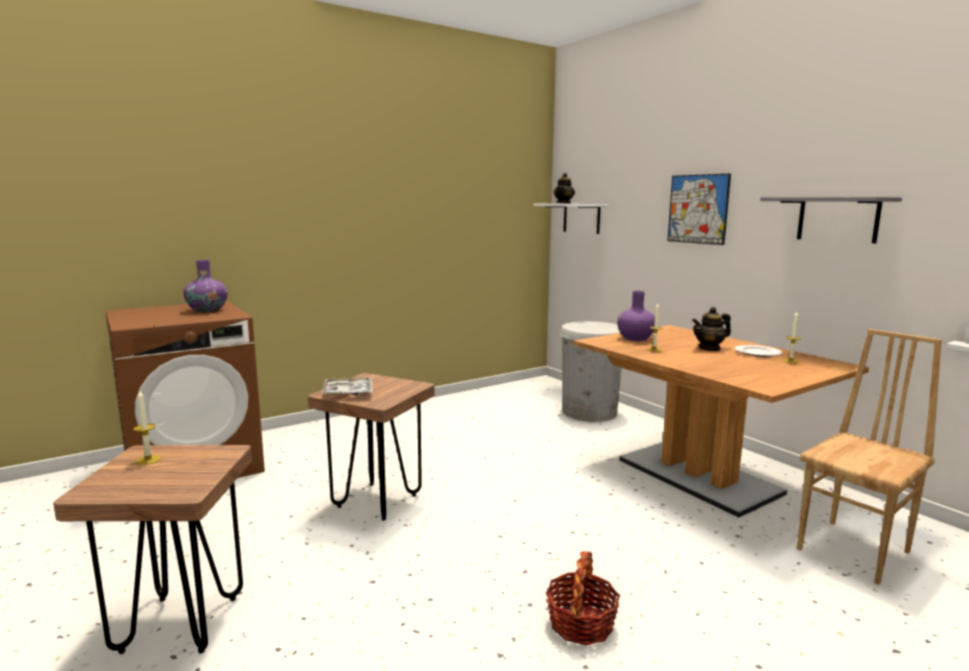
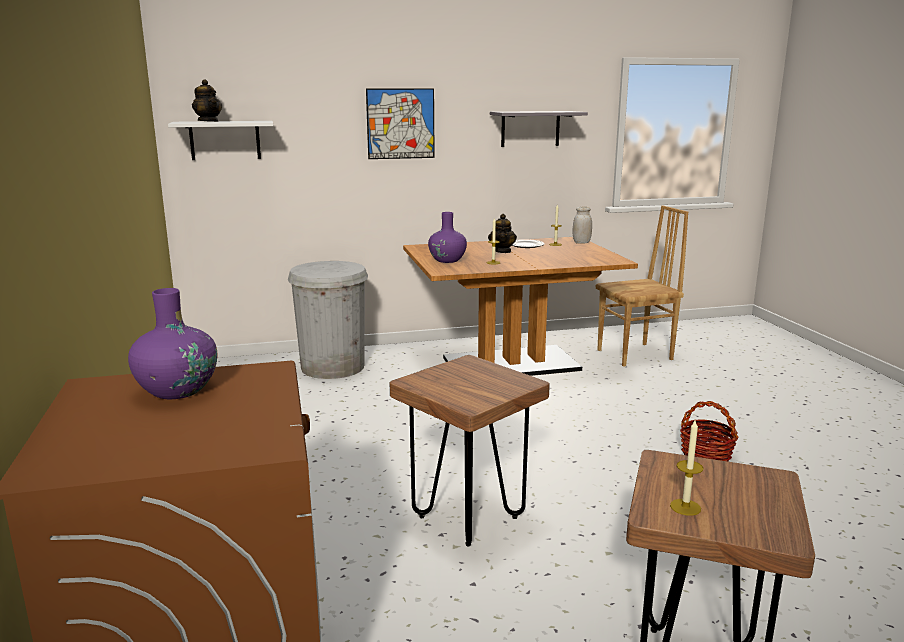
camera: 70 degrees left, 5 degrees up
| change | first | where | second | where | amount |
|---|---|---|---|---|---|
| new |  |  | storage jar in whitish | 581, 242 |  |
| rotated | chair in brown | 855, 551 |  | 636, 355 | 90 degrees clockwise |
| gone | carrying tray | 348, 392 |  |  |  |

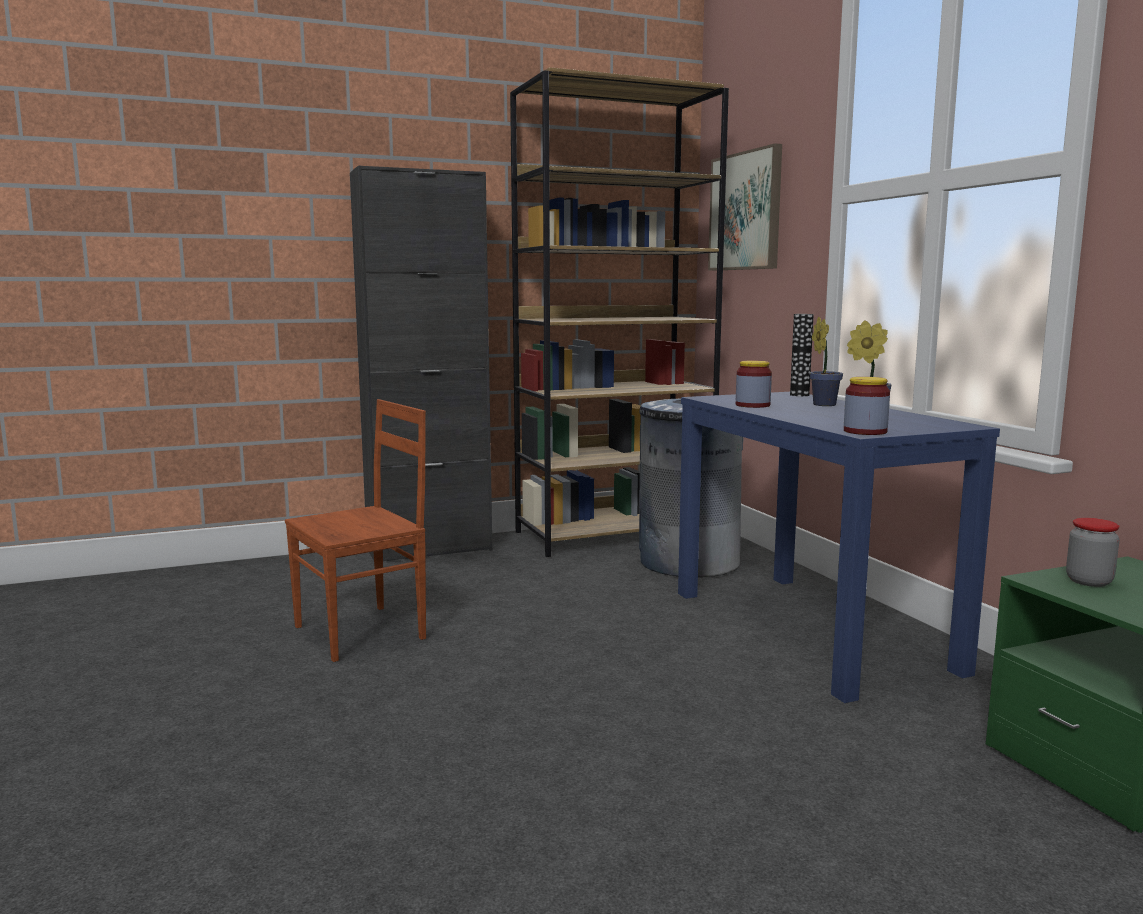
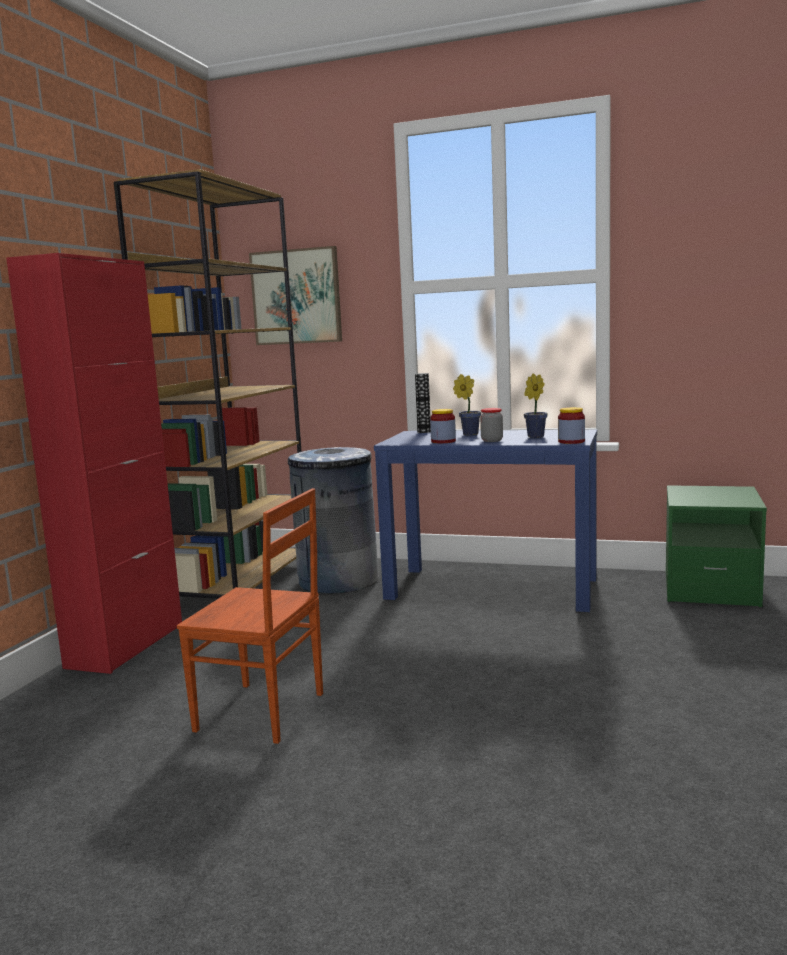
camera: 50 degrees left, 0 degrees up
| change | first | where | second | where | amount |
|---|---|---|---|---|---|
| repainted | cabinet in black-coloured | 429, 549 | cabinet in red | 126, 646 |  |
| rotated | chair in brown | 362, 632 |  | 261, 713 | 105 degrees clockwise |
| shifted | storage jar | 1089, 581 |  | 492, 440 |  |

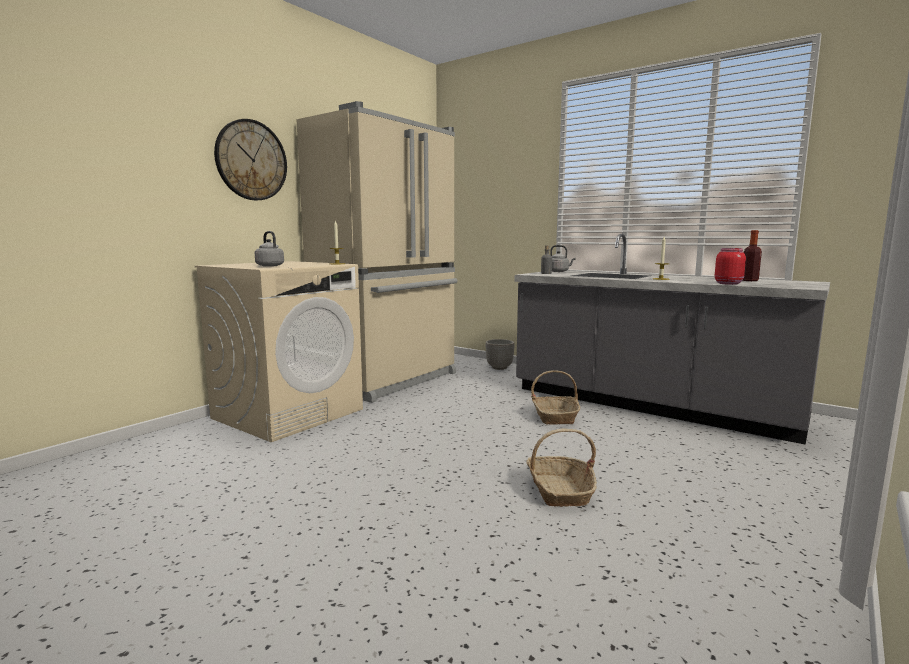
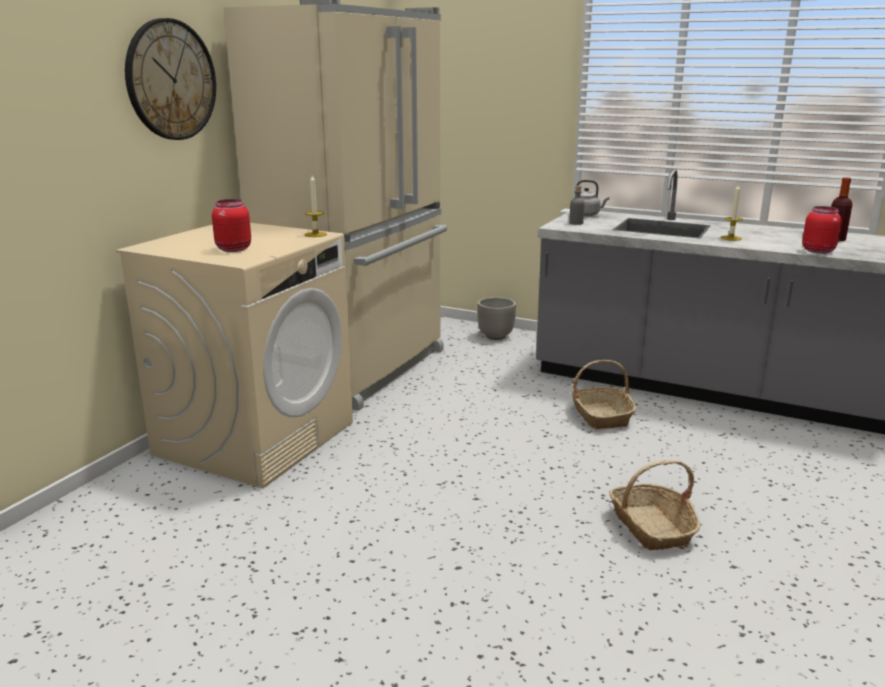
camera: 10 degrees left, 10 degrees up
| change | first | where | second | where | amount |
|---|---|---|---|---|---|
| swapped | tea kettle in gray | 269, 266 | storage jar in red | 232, 249 |  |

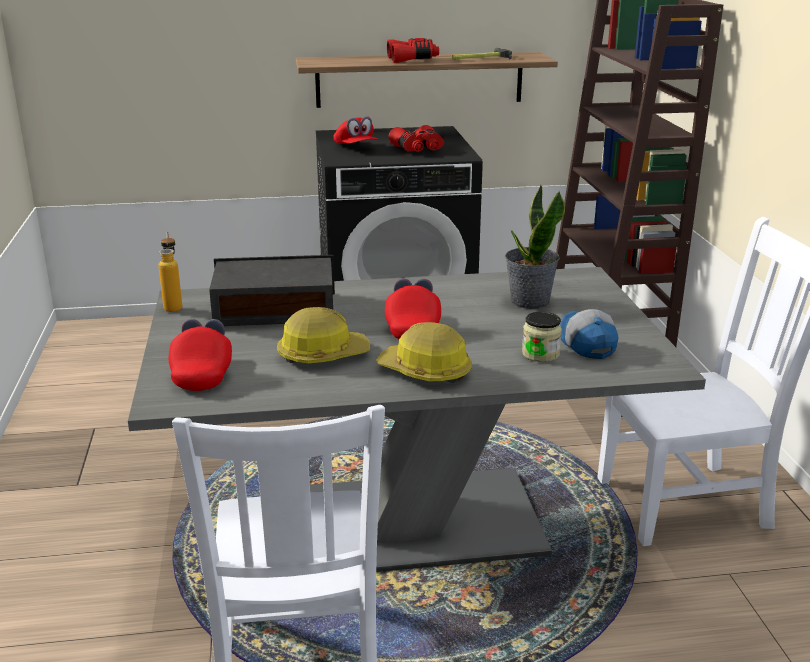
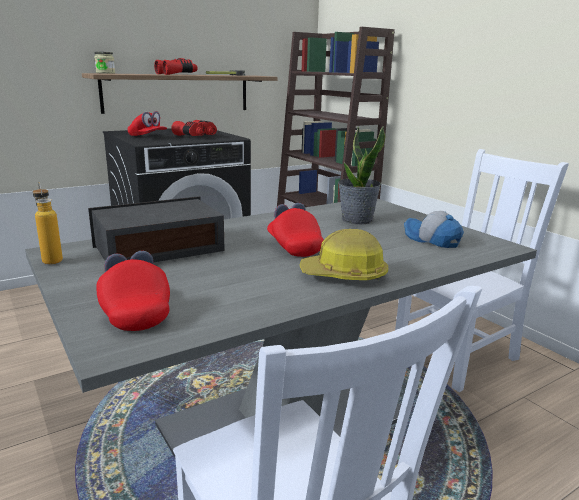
camera: 25 degrees left, 5 degrees down
| change | first | where | second | where | amount |
|---|---|---|---|---|---|
| shifted | storage jar | 540, 354 |  | 105, 73 |  |
| gone | safety helmet | 322, 354 |  |  |  |

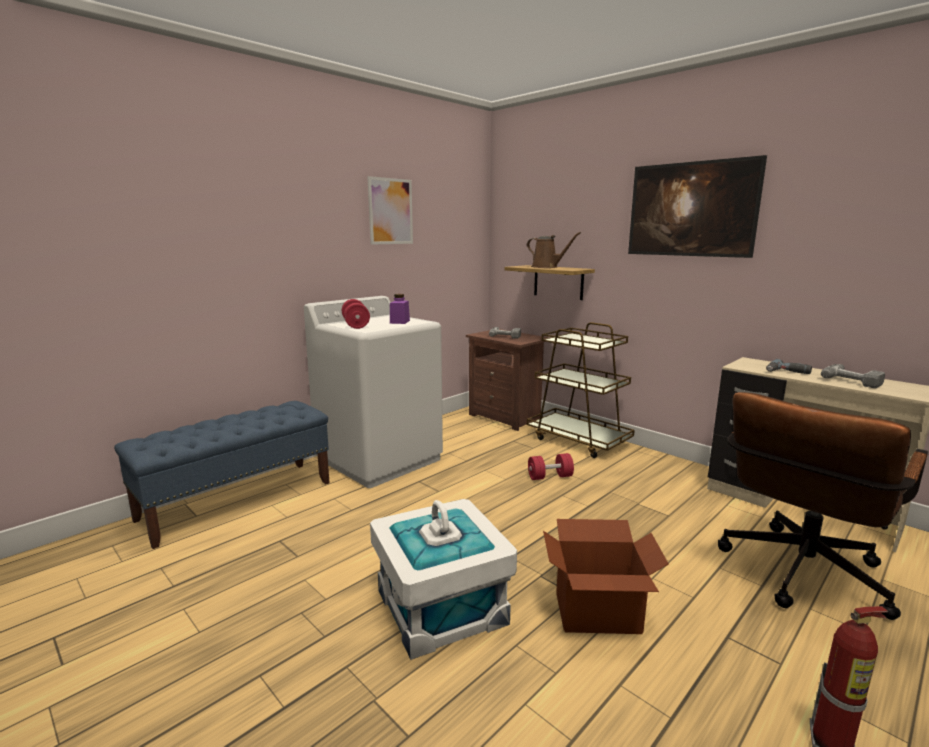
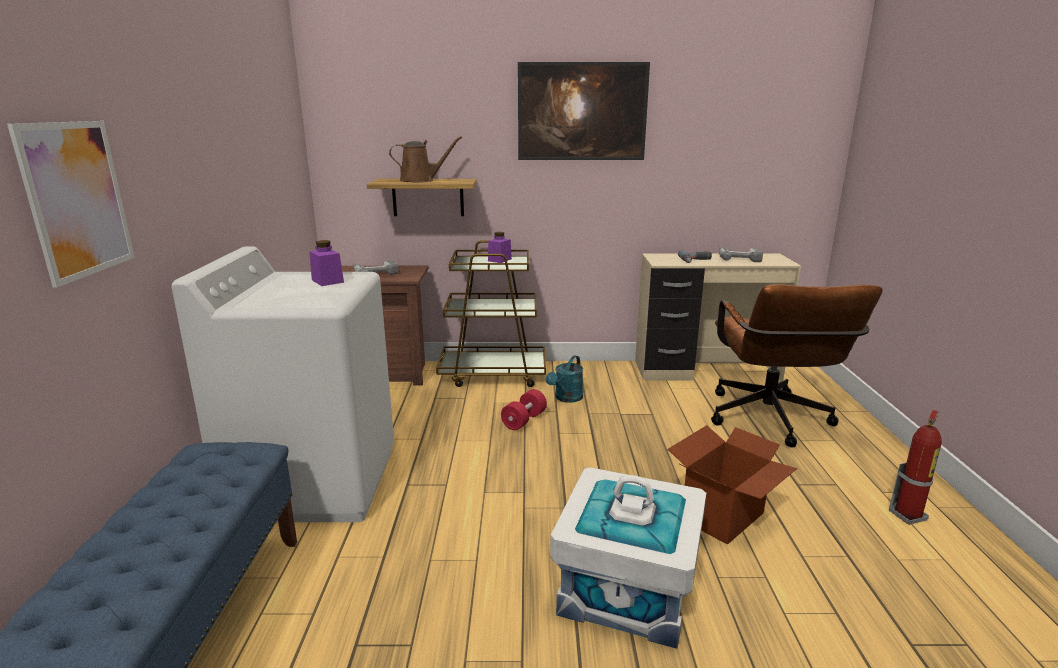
camera: 45 degrees left, 5 degrees up
| change | first | where | second | where | amount |
|---|---|---|---|---|---|
| shifted | wall picture | 390, 211 |  | 77, 199 |  |
| new |  |  | storage jar in purple-coloured | 499, 260 |  |
| new |  |  | watering pot in turquoise | 566, 398 |  |
| gone | dumbbell in red | 355, 325 |  |  |  |

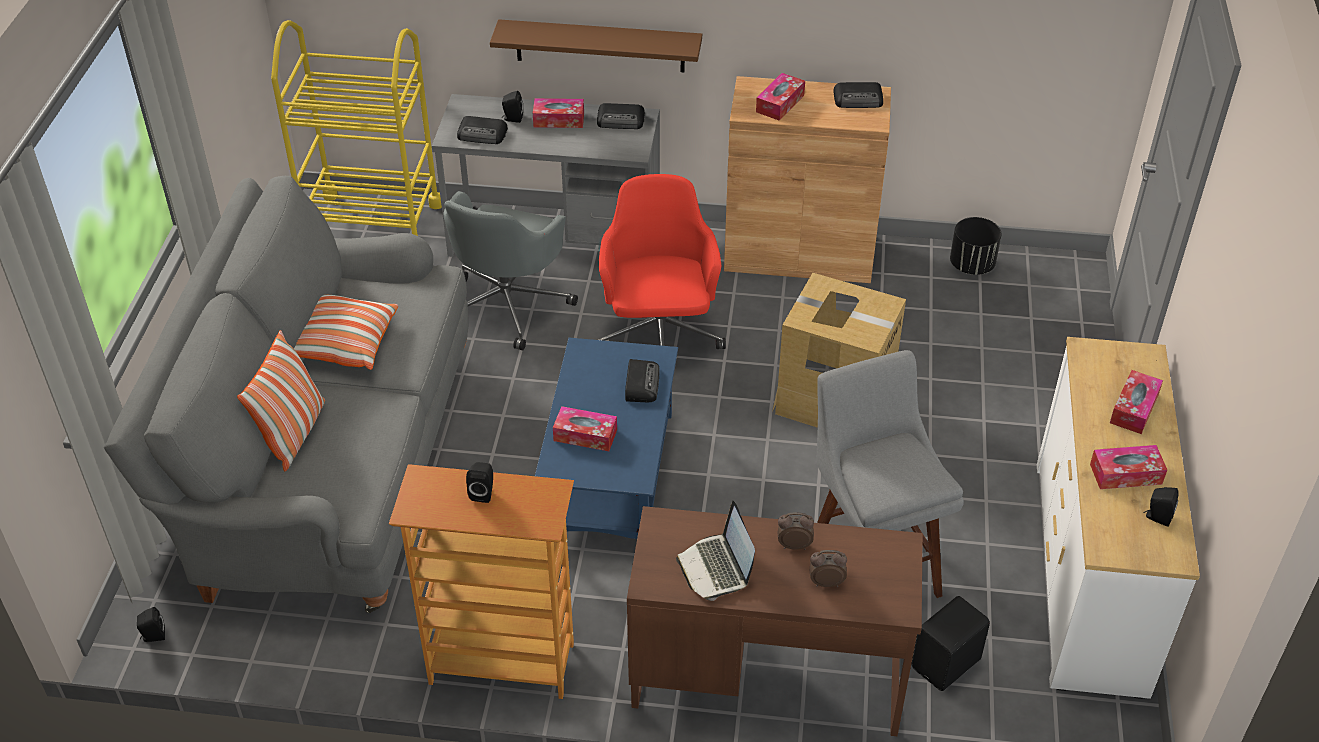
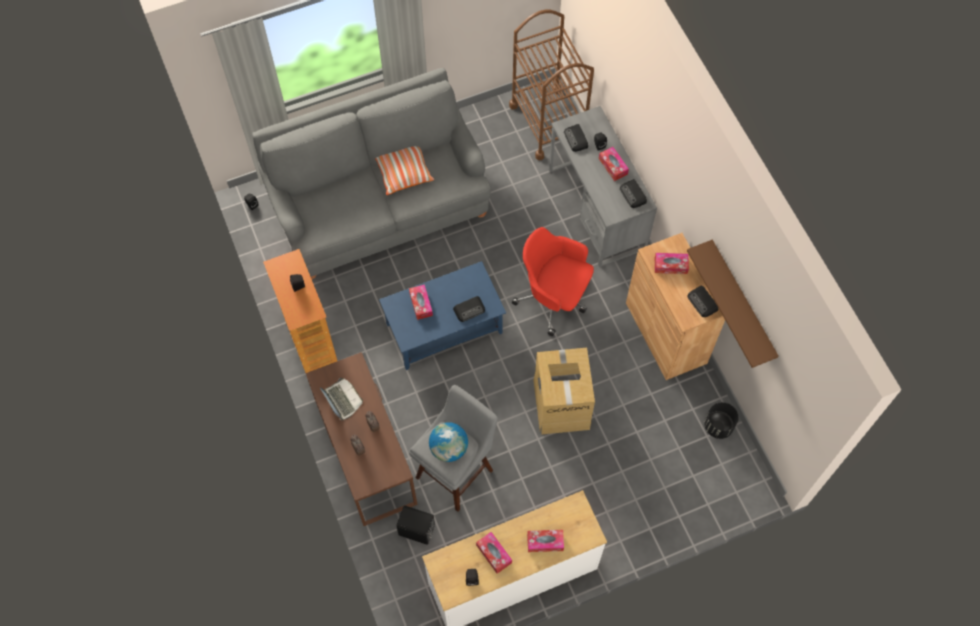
camera: 60 degrees right, 20 degrees up
| change | first | where | second | where | amount |
|---|---|---|---|---|---|
| rotated | portable computer | 716, 568 |  | 342, 400 | 105 degrees clockwise |
| new |  |  | desk globe | 449, 448 |  |
| repainted | cart in yellow | 373, 225 | cart in brown | 548, 123 |  |
| rotated | office chair in red | 659, 337 |  | 554, 298 | 120 degrees counterclockwise |
| shifted | shelf in brown | 600, 46 |  | 742, 303 |  |
| gone | cushion | 293, 433 |  |  |  |
| gone | office chair in gray | 508, 304 |  |  |  |

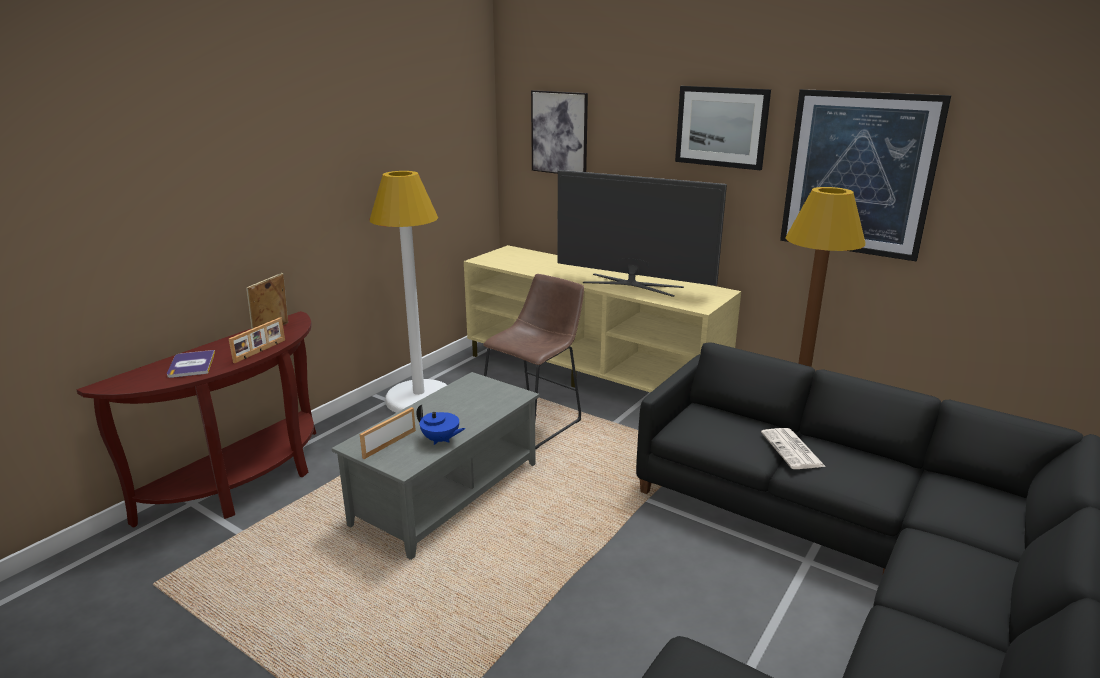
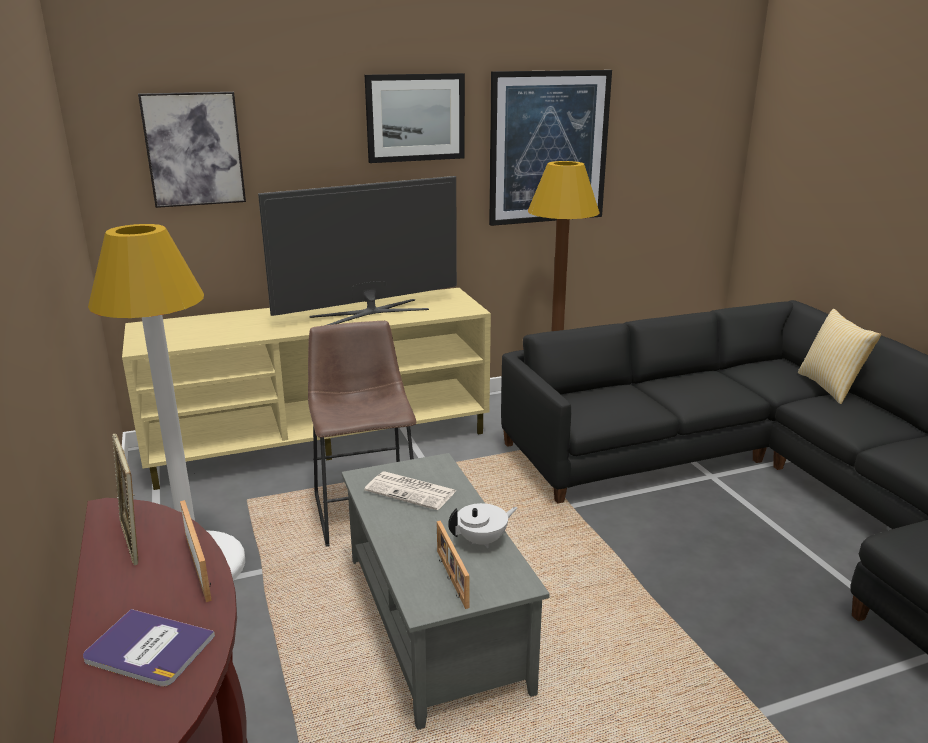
camera: 55 degrees left, 0 degrees up
| change | first | where | second | where | amount |
|---|---|---|---|---|---|
| shifted | newspaper | 793, 450 |  | 412, 491 |  |
| repainted | teapot in bluish | 441, 440 | teapot in whitish | 482, 540 |  |
| new |  |  | cushion | 830, 387 |  |

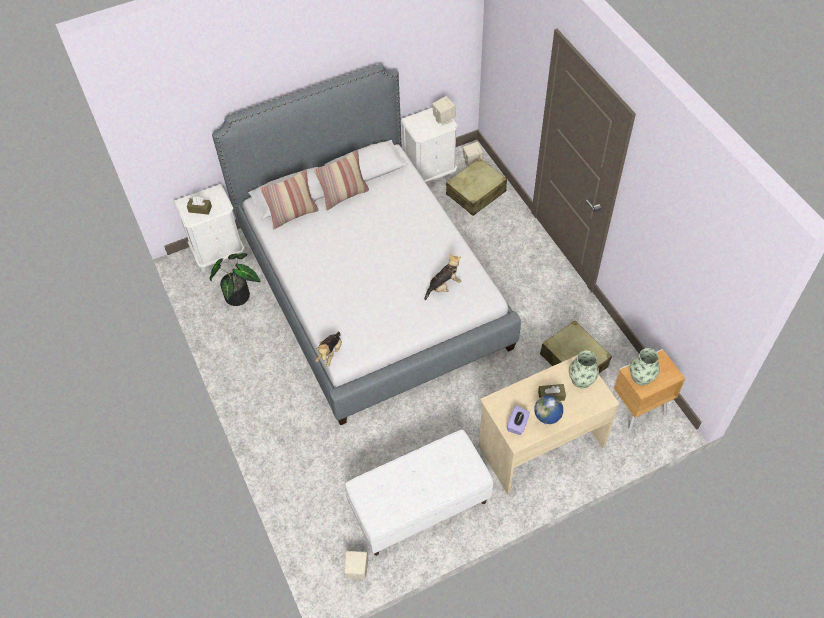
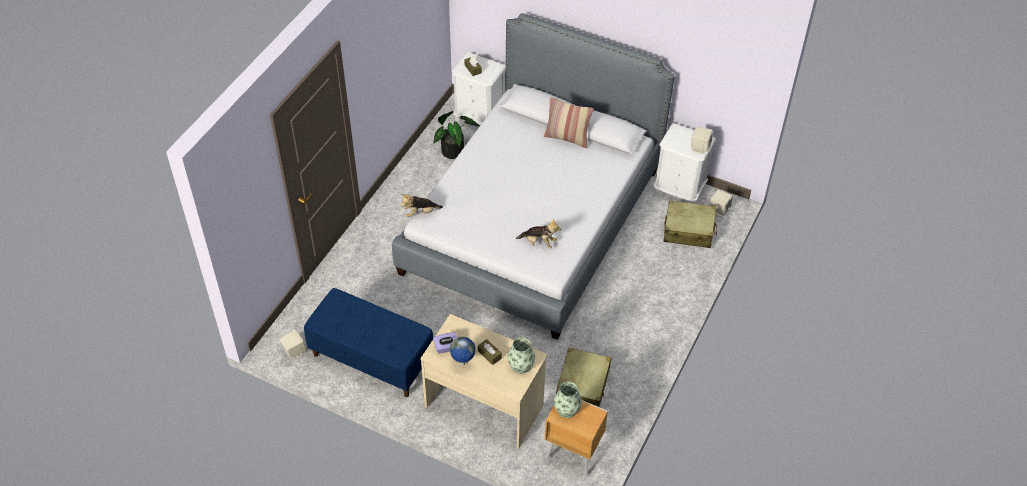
camera: 50 degrees right, 5 degrees down
| change | first | where | second | where | amount |
|---|---|---|---|---|---|
| repainted | long seat in whitish | 419, 507 | long seat in bluish | 371, 359 |  |
| gone | cushion | 293, 215 |  |  |  |

